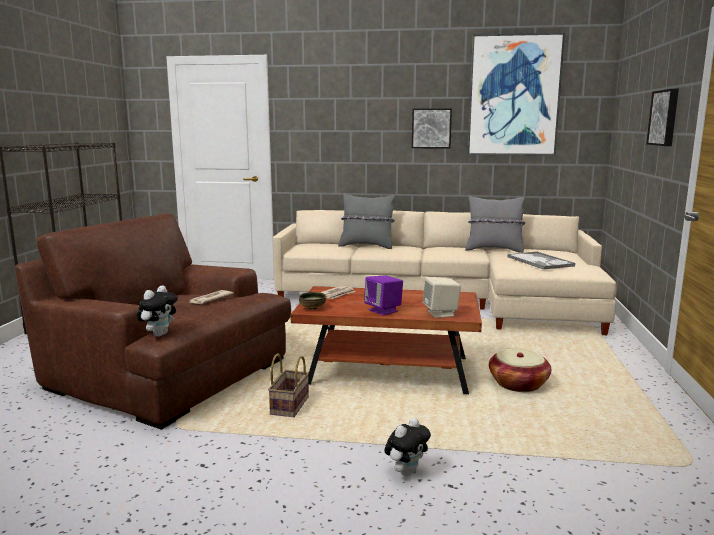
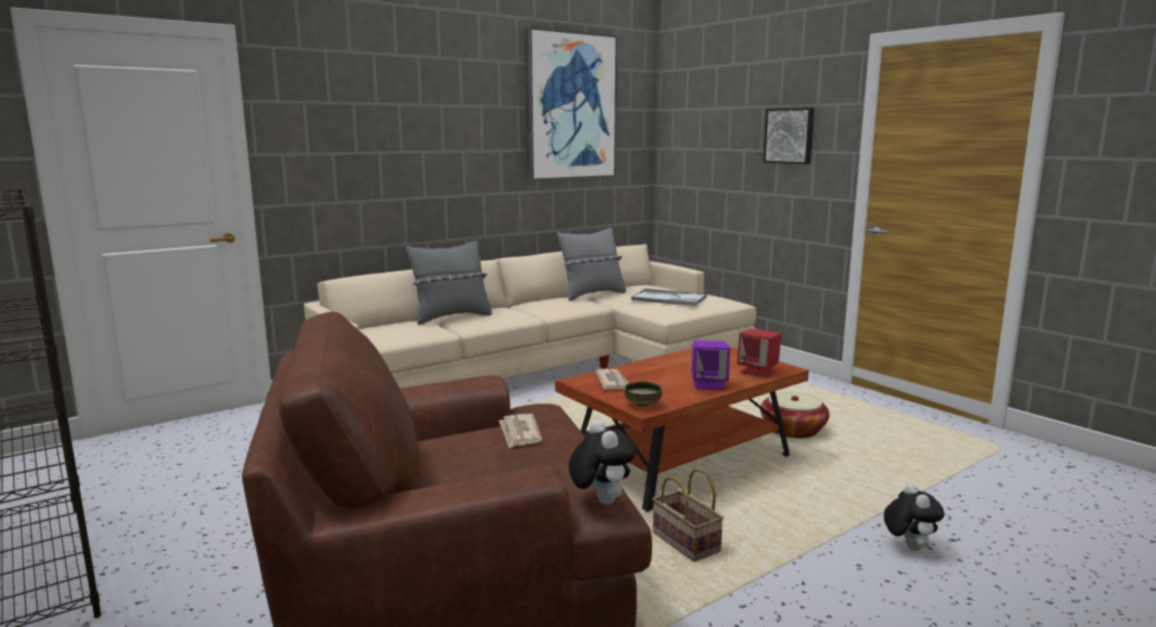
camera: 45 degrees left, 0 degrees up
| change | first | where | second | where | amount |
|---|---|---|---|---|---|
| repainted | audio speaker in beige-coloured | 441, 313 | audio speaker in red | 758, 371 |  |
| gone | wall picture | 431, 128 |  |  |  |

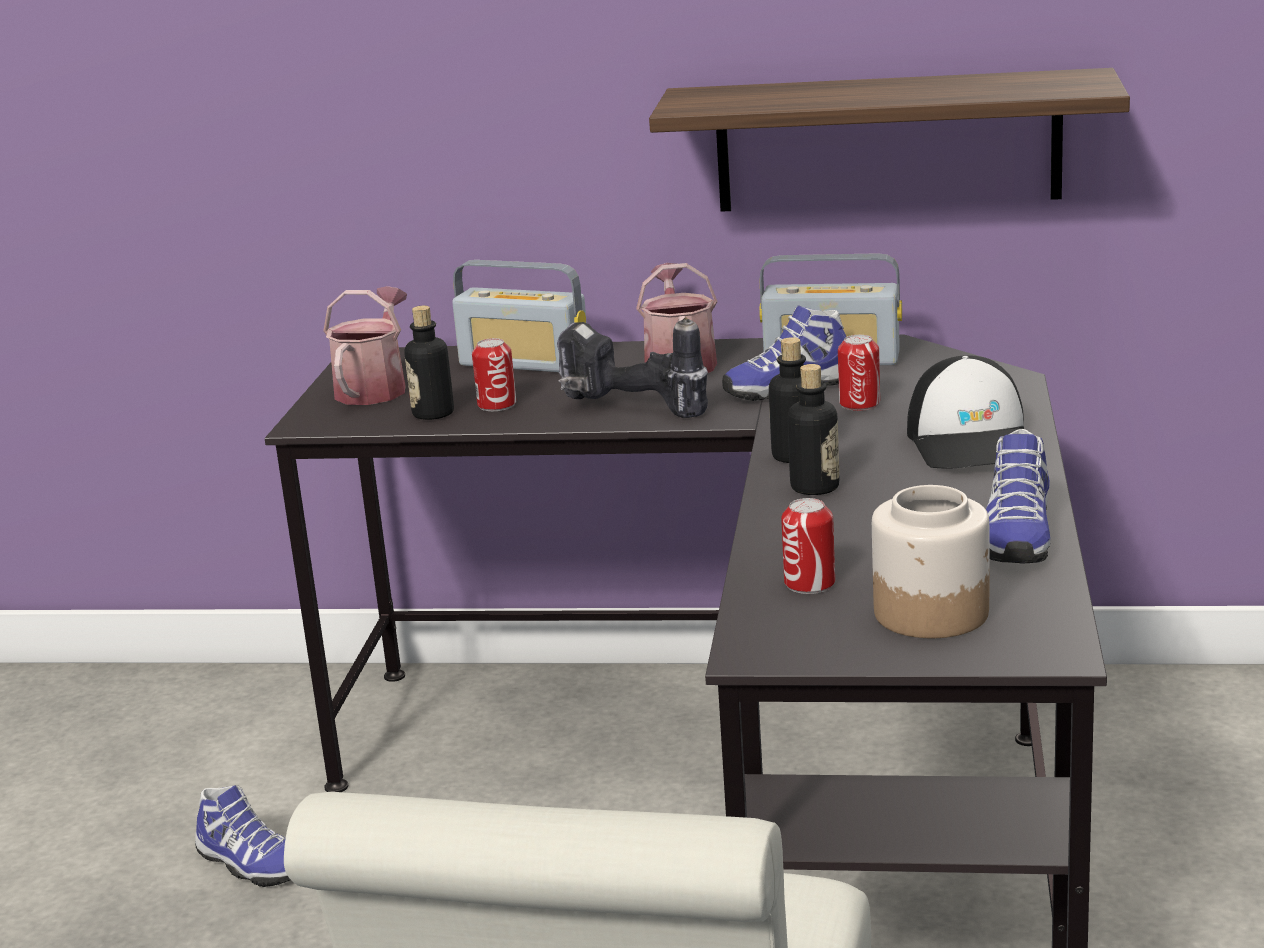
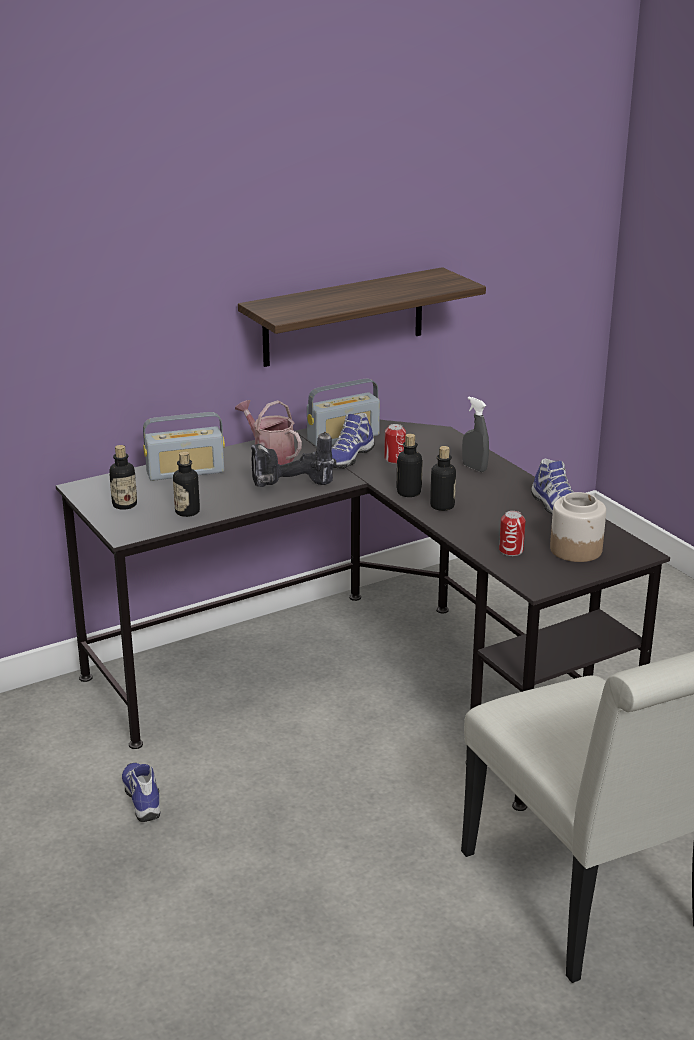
camera: 40 degrees left, 5 degrees up
| change | first | where | second | where | amount |
|---|---|---|---|---|---|
| swapped | watering pot | 374, 388 | drink bottle | 124, 505 |  |
| rotated | item of footwear | 250, 865 |  | 144, 798 | 105 degrees counterclockwise |
| swapped | cap | 973, 442 | sprayer in gray | 474, 468 |  |
| gone | can | 497, 405 |  |  |  |

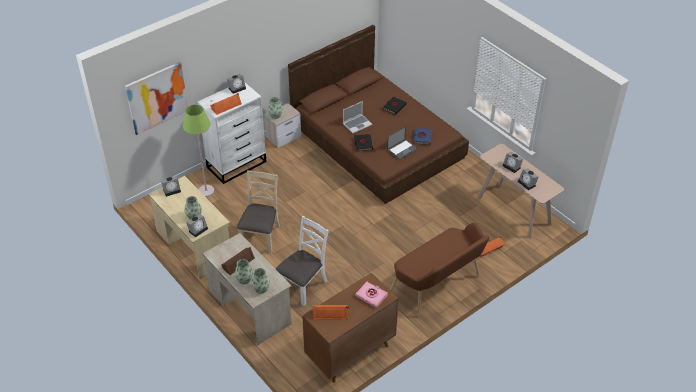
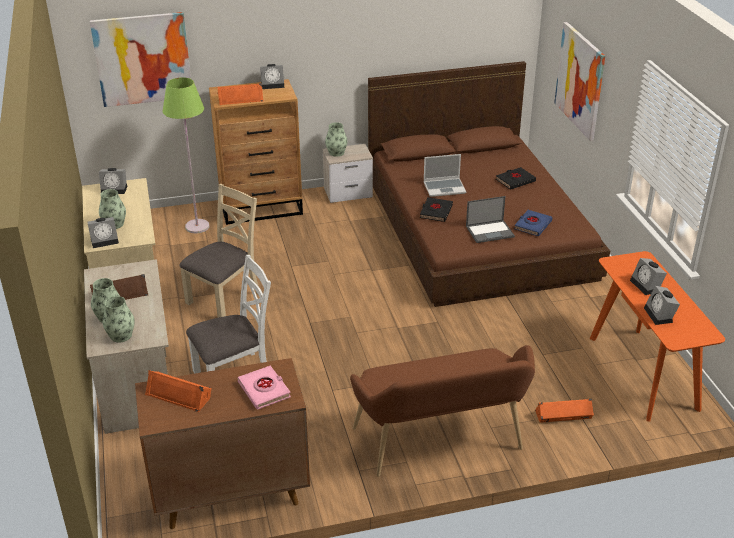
camera: 25 degrees right, 10 degrees down
| change | first | where | second | where | amount |
|---|---|---|---|---|---|
| repainted | drawer chest in whitish | 237, 164 | drawer chest in brown | 262, 208 |  |
| new |  |  | wall picture | 580, 80 |  |
| repainted | console table in beige-coloured | 514, 210 | console table in orange-coloured | 643, 372 |  |

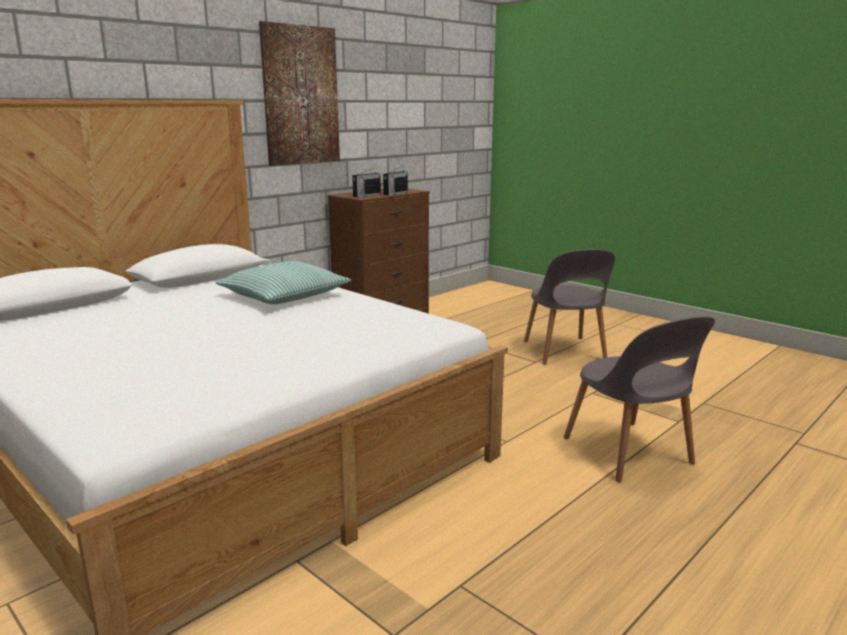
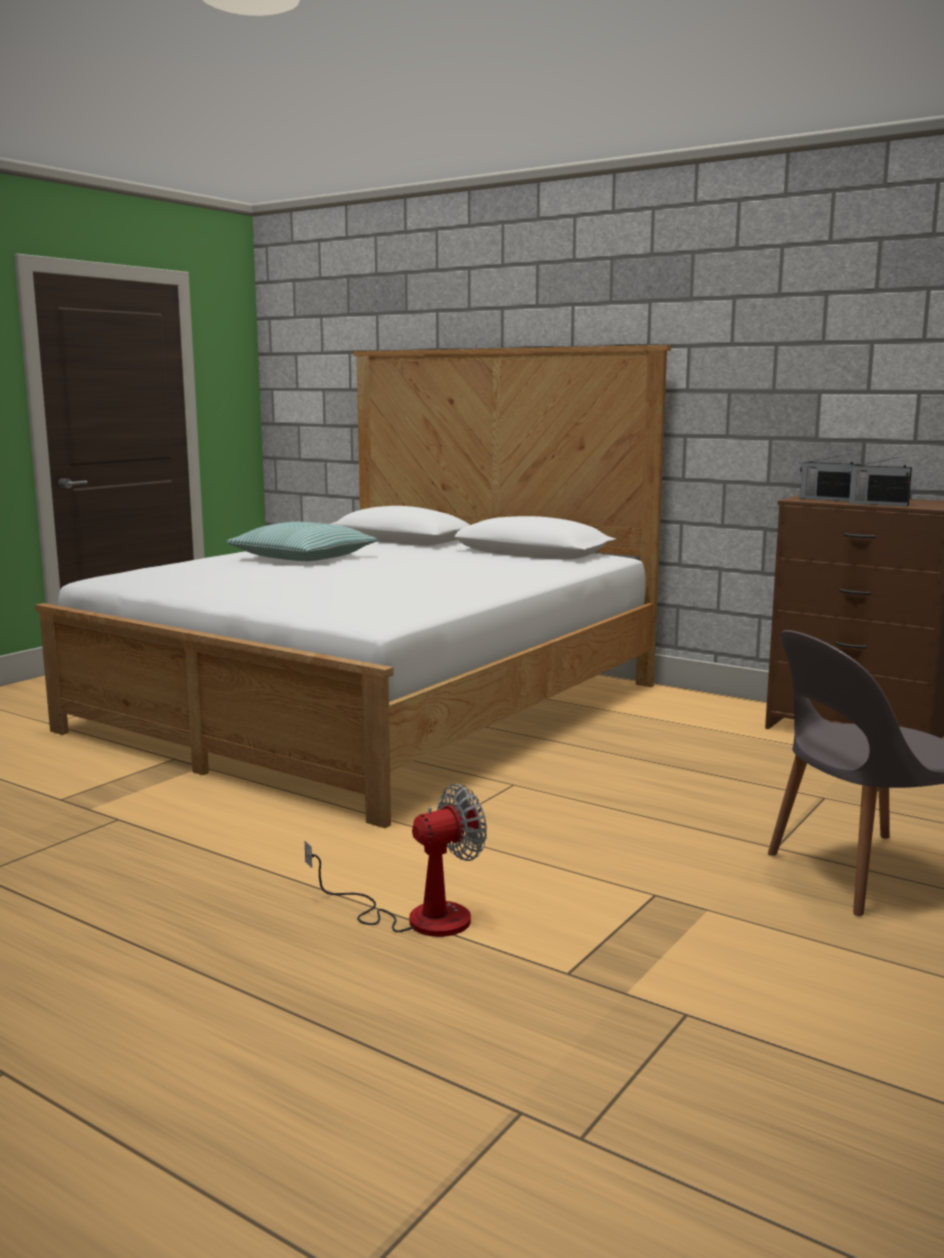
camera: 80 degrees right, 5 degrees down
| change | first | where | second | where | amount |
|---|---|---|---|---|---|
| shifted | cushion | 284, 296 |  | 303, 558 |  |
| swapped | chair in gray | 629, 453 | electric fan | 417, 917 |  |
| gone | wall picture | 300, 96 |  |  |  |

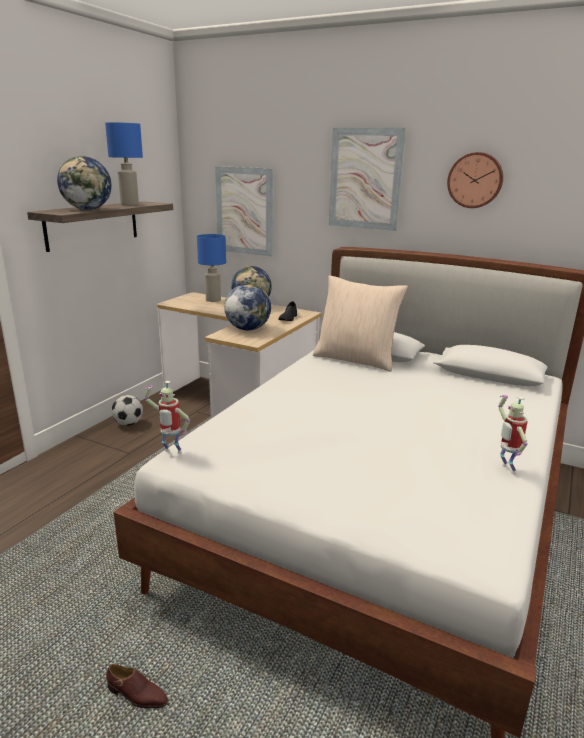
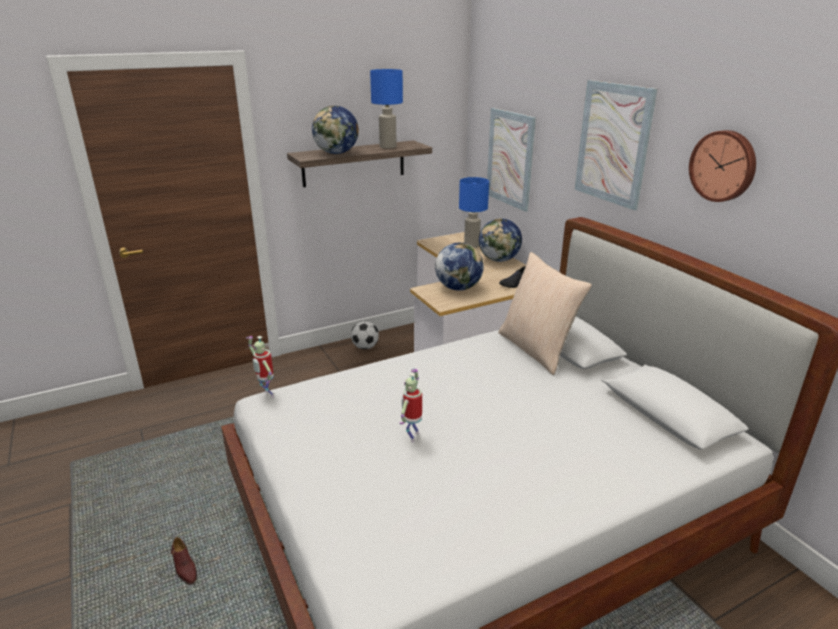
camera: 35 degrees right, 5 degrees up
| change | first | where | second | where | amount |
|---|---|---|---|---|---|
| shifted | model robot | 506, 469 |  | 412, 436 |  |

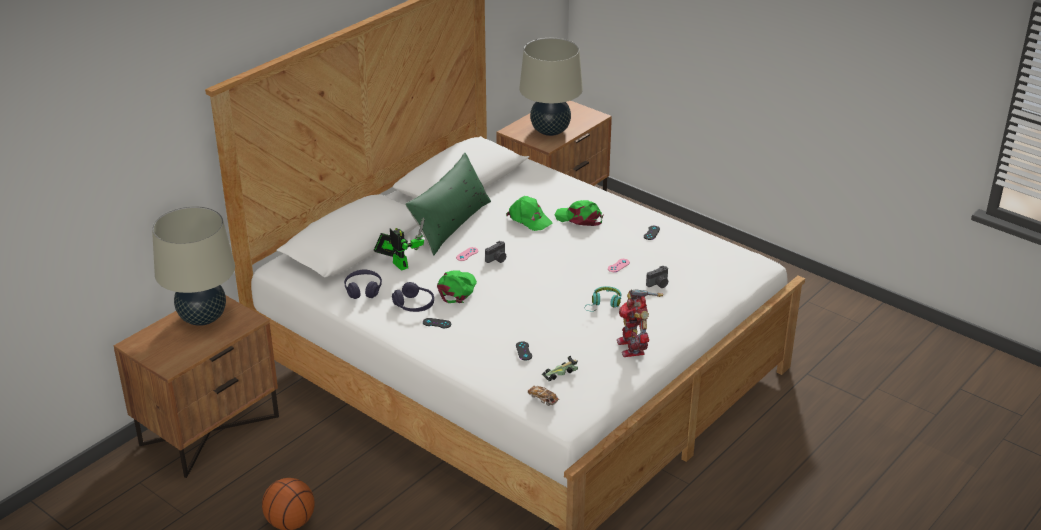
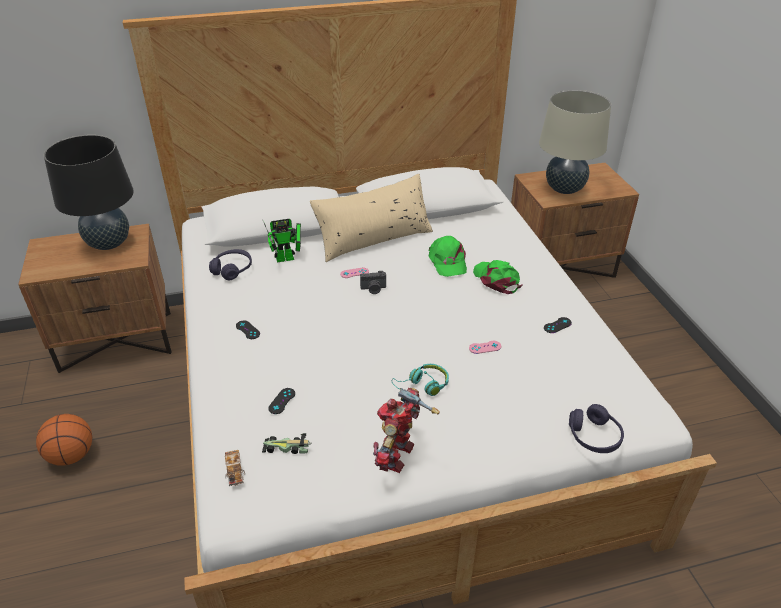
camera: 35 degrees right, 5 degrees up
| change | first | where | second | where | amount |
|---|---|---|---|---|---|
| repainted | table lamp in beige-coloured | 202, 318 | table lamp in black-coloured | 109, 243 |  |
| rotated | model robot | 398, 264 |  | 288, 258 | 75 degrees clockwise |
| repainted | cushion in greenish | 450, 224 | cushion in beige-coloured | 374, 239 |  |
| shifted | headset in purple-coloured | 414, 305 |  | 594, 436 |  |
| gone | cap in greenish | 457, 289 |  |  |  |
| gone | photo camera | 658, 284 |  |  |  |

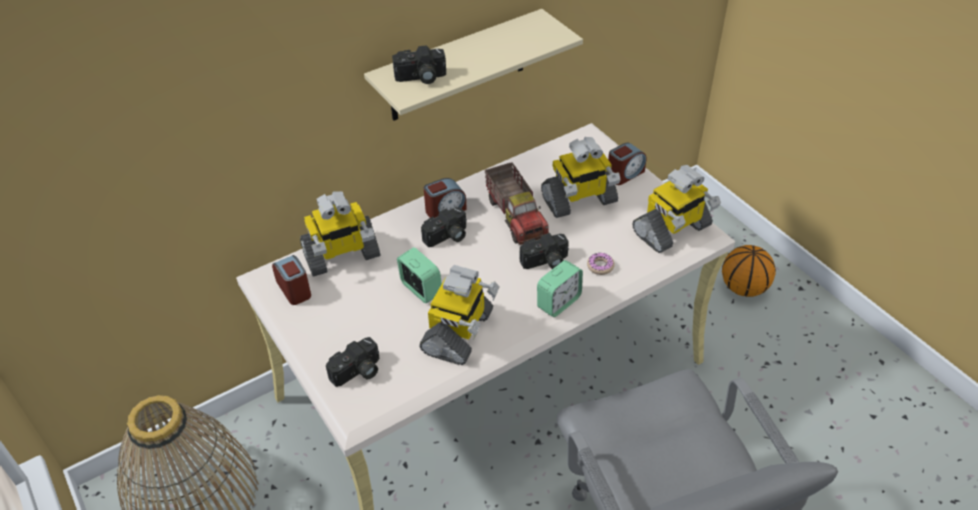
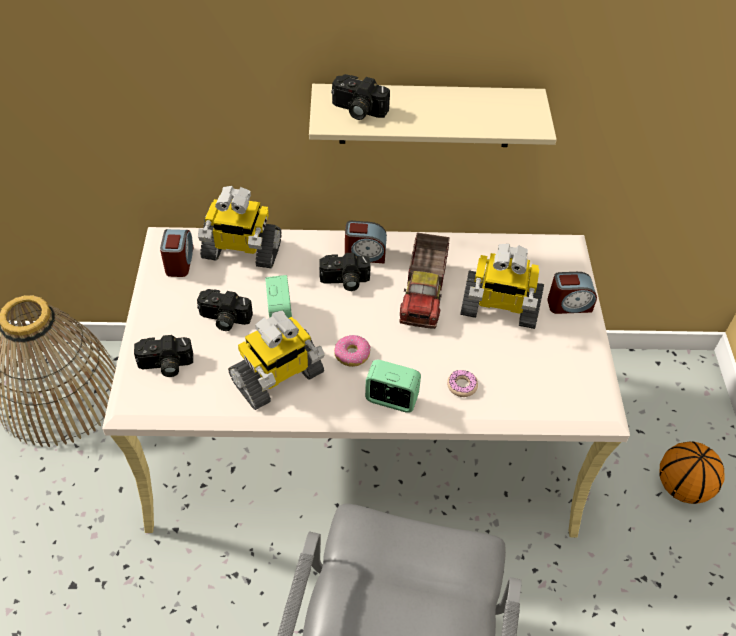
camera: 30 degrees right, 5 degrees up
| change | first | where | second | where | amount |
|---|---|---|---|---|---|
| shifted | photo camera | 545, 262 |  | 224, 319 |  |
| new |  |  | ring doughnut | 352, 354 |  |
| rotated | bedside clock | 558, 302 |  | 391, 399 | 150 degrees counterclockwise |
| gone | model robot | 672, 230 |  |  |  |

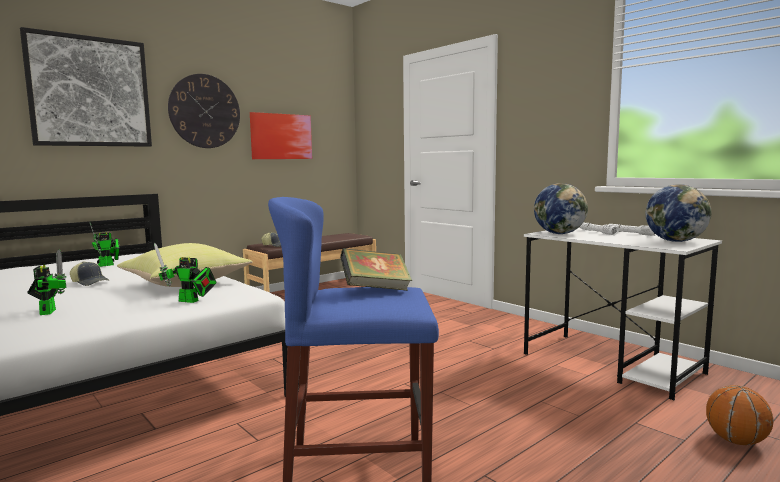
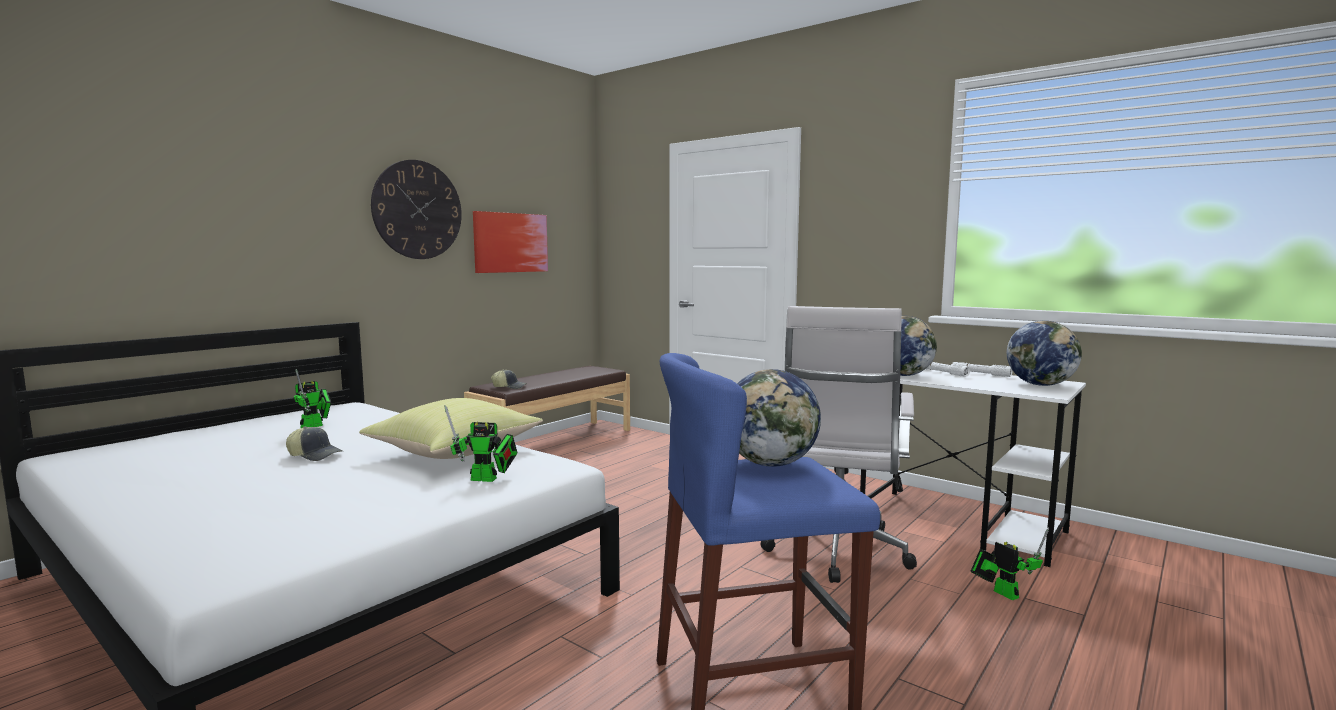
camera: 10 degrees left, 0 degrees up
| change | first | where | second | where | amount |
|---|---|---|---|---|---|
| swapped | volume | 376, 290 | desk globe | 771, 464 |  |
| new |  |  | office chair in whitish | 836, 553 |  |
| shifted | model robot | 49, 311 |  | 1002, 592 |  |
| gone | wall picture | 90, 92 |  |  |  |
| gone | basketball ball | 736, 441 |  |  |  |

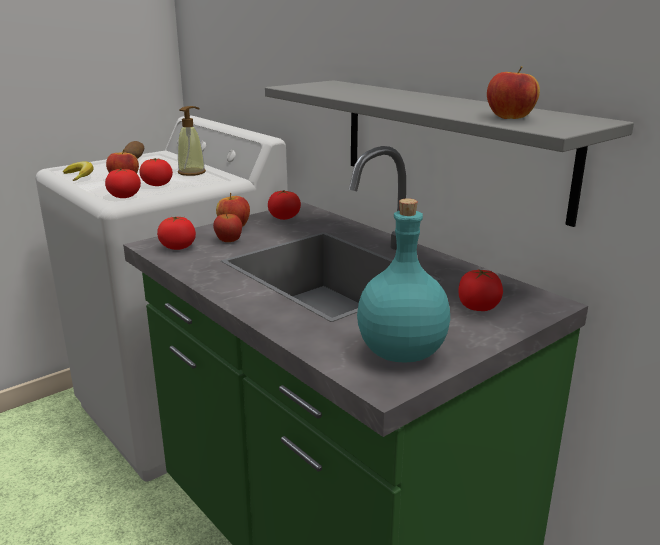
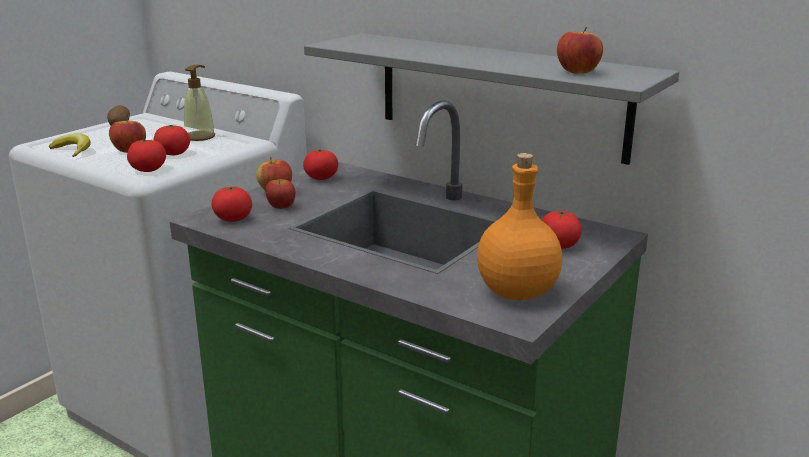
camera: 15 degrees left, 0 degrees up
| change | first | where | second | where | amount |
|---|---|---|---|---|---|
| repainted | drink bottle in turquoise | 399, 352 | drink bottle in orange-coloured | 515, 292 |  |

